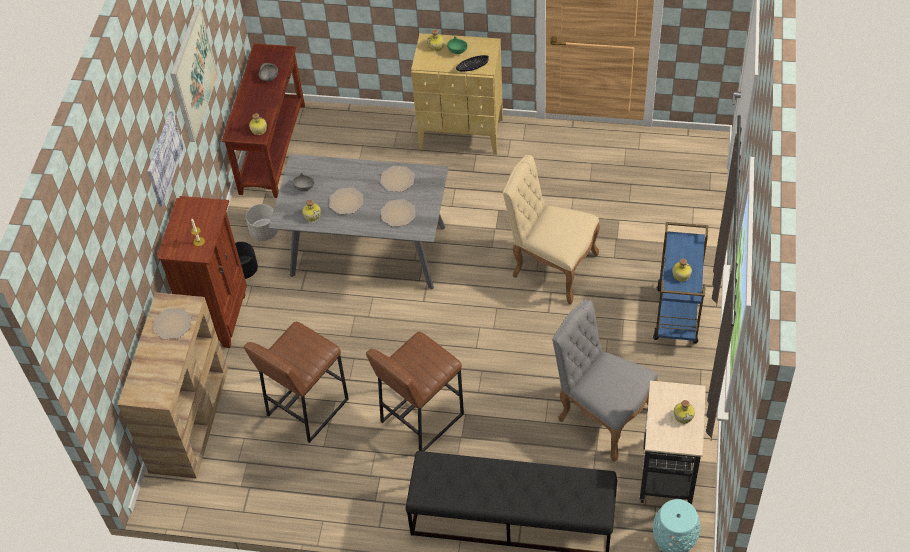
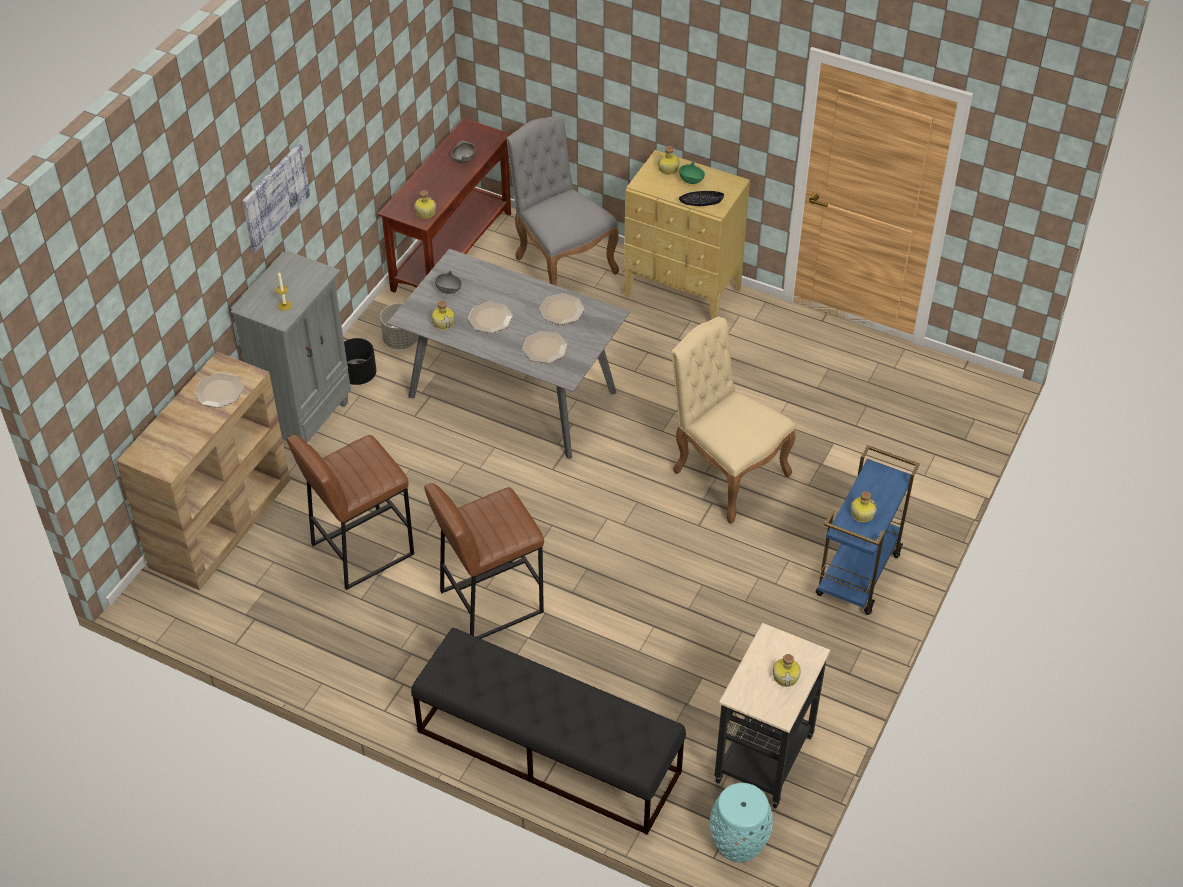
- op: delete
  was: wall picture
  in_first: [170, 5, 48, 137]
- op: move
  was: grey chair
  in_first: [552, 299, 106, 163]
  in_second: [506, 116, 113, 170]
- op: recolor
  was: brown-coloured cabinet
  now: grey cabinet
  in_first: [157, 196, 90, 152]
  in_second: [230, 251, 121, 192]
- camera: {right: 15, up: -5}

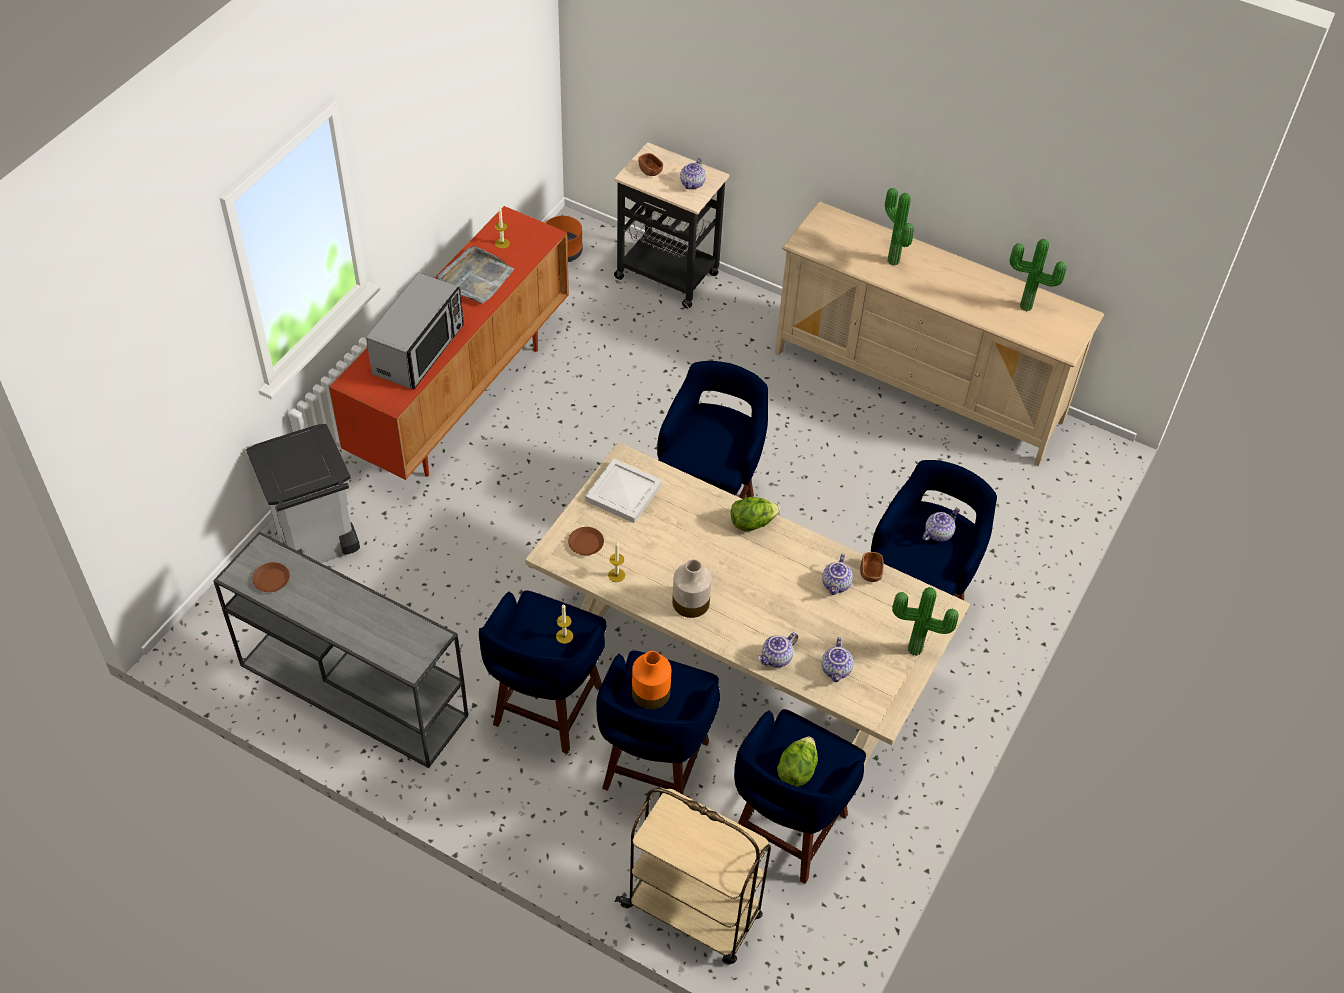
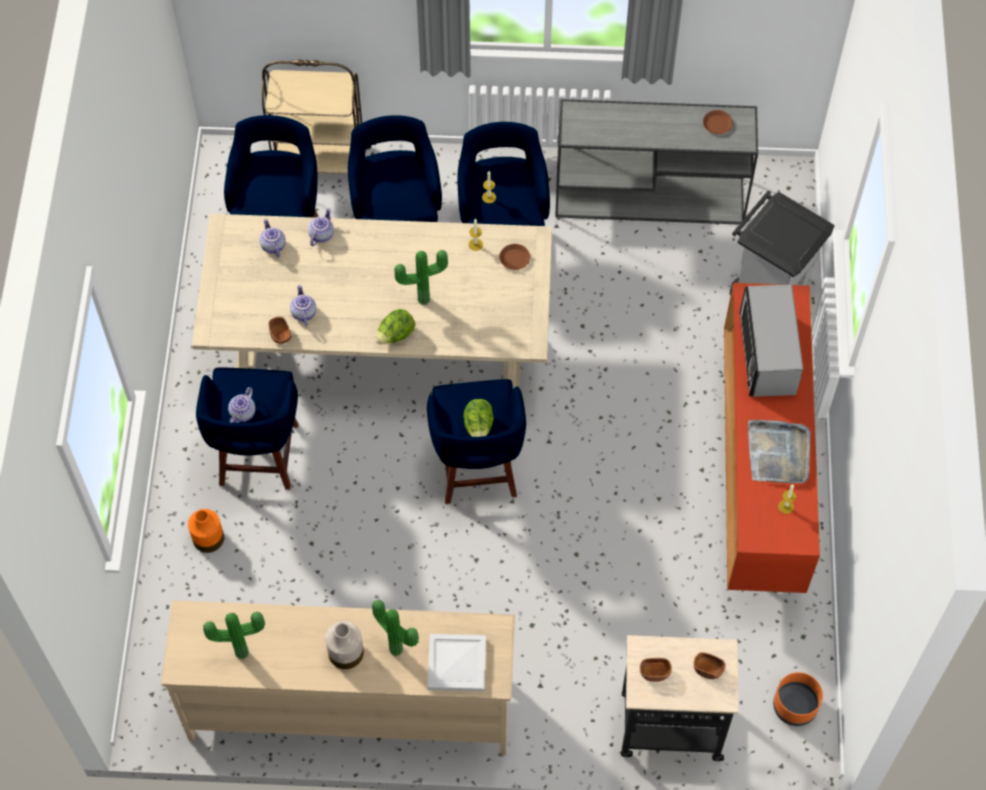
- op: move
  was: whitish serving tray
  in_first: [585, 458, 77, 65]
  in_second: [427, 634, 59, 58]
- op: move
  was: orangey decorative vase
  in_first: [632, 651, 39, 58]
  in_second: [188, 509, 36, 44]
- op: move
  was: beige decorative vase
  in_first: [672, 559, 40, 59]
  in_second: [325, 621, 39, 48]
- op: move
  was: lettuce head
  in_first: [777, 737, 41, 50]
  in_second: [463, 399, 31, 38]
- op: move
  was: potted plant
  in_first: [892, 587, 67, 69]
  in_second: [395, 250, 53, 55]
- op: replace
  was: pot for tea
  now: brown-coloured serving bowl
  in_first: [680, 158, 26, 31]
  in_second: [640, 658, 32, 24]
- camera: {right: 155, up: 10}

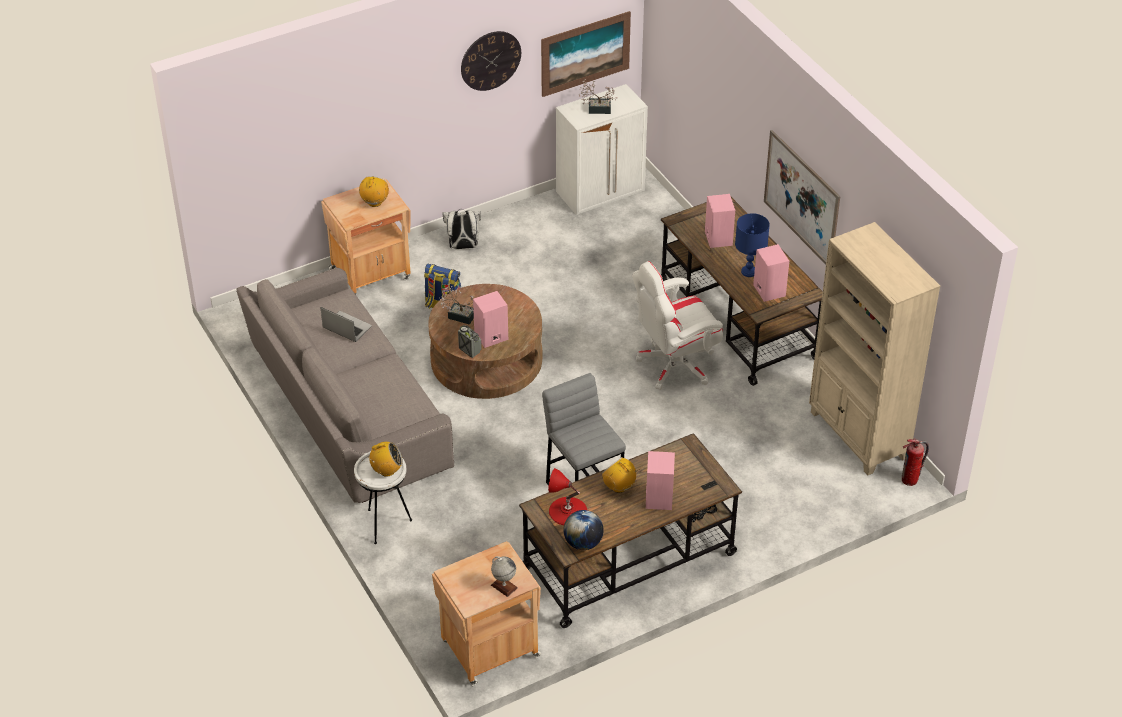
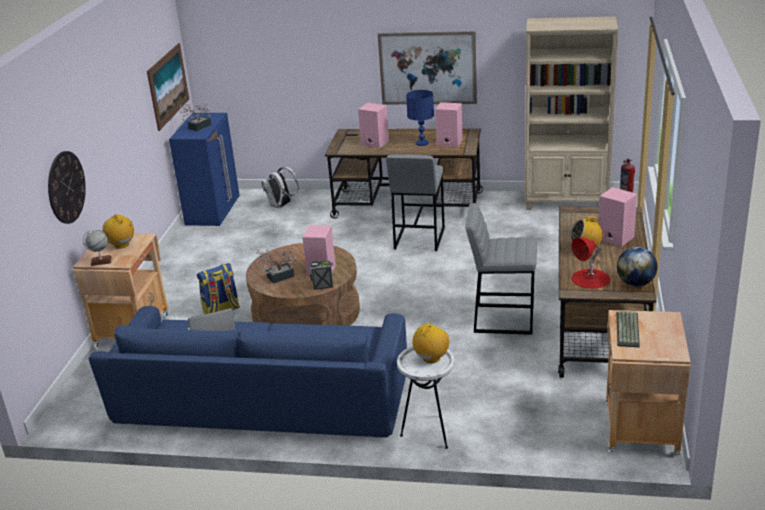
- op: insert
  now: PC keyboard
  in_second: [617, 311, 23, 36]
- op: move
  was: whitish backpack
  in_first: [442, 209, 39, 40]
  in_second: [261, 167, 38, 41]
- op: move
  was: clock on the wall
  in_first: [461, 31, 60, 60]
  in_second: [48, 151, 38, 73]
- op: move
  was: world globe
  in_first: [491, 556, 27, 41]
  in_second: [83, 230, 29, 36]
- op: replace
  was: whitish computer chair
  now: grey stool seat
  in_first: [632, 261, 91, 129]
  in_second: [386, 155, 59, 96]
- op: recolor
  was: grey settee
  now: blue-coloured settee
  in_first: [236, 268, 218, 235]
  in_second: [89, 306, 318, 131]
- op: recolor
  was: whitish cabinet
  now: blue-coloured cabinet
  in_first: [556, 84, 92, 131]
  in_second: [169, 113, 71, 113]
- camera: {right: -50, up: -15}

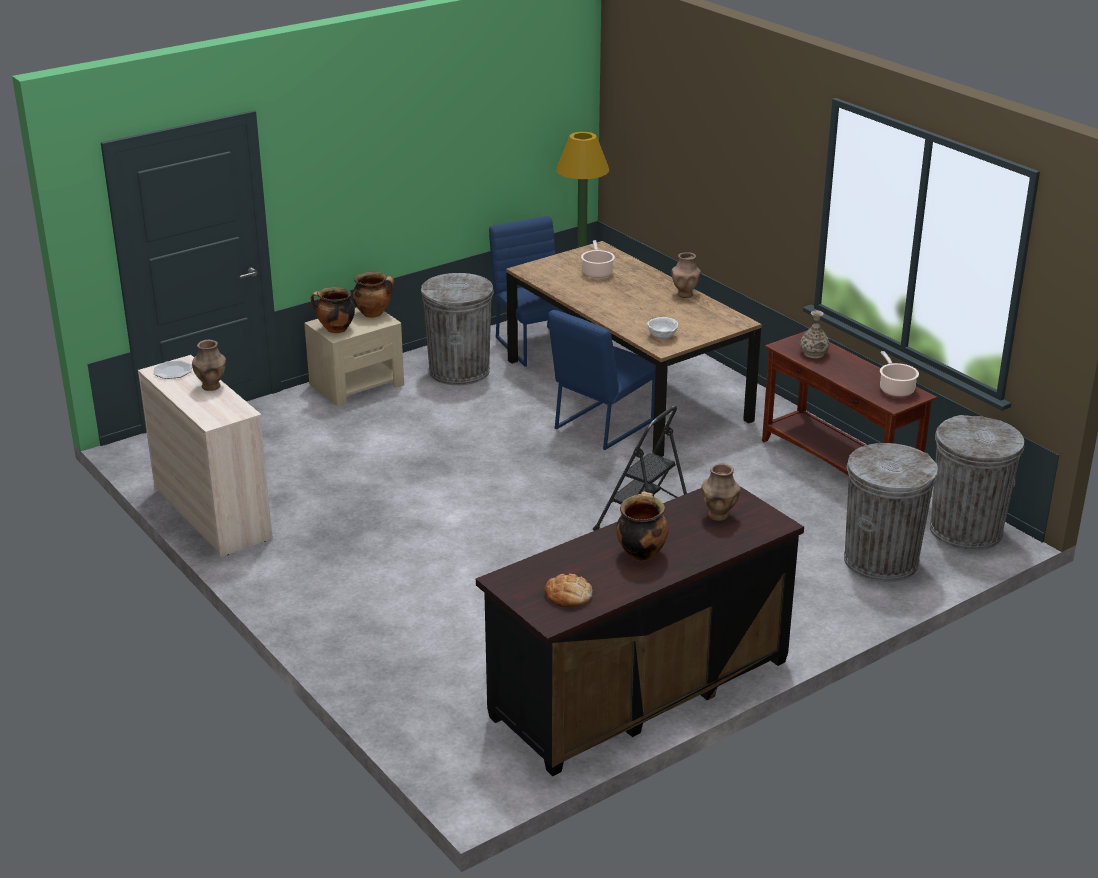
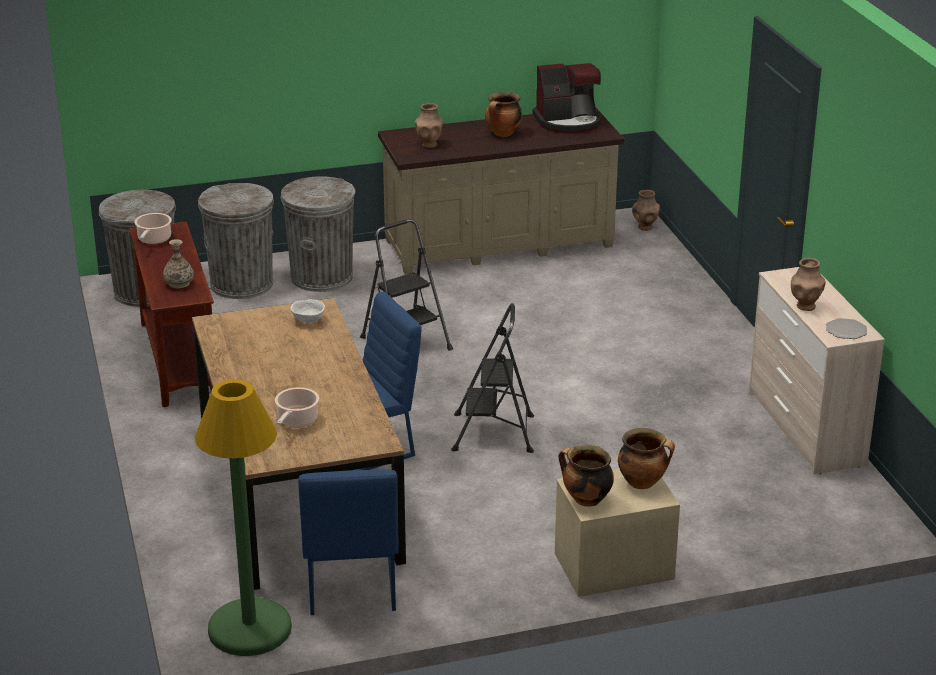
- op: insert
  now: blackish step ladder
  in_second: [451, 303, 83, 150]
- op: move
  was: grey waste bin
  in_first: [421, 273, 73, 112]
  in_second: [281, 176, 74, 116]
- op: move
  was: brown-coloured decorative vase
  in_first: [671, 252, 30, 46]
  in_second: [632, 190, 28, 41]
- op: replace
  was: bakery bread
  now: coffee maker
  in_first: [544, 574, 49, 33]
  in_second: [533, 63, 68, 70]
- op: recolor
  was: blackish cabinet
  now: beige cabinet
  in_first: [476, 486, 328, 290]
  in_second: [378, 107, 246, 167]
- camera: {right: -160, up: 0}

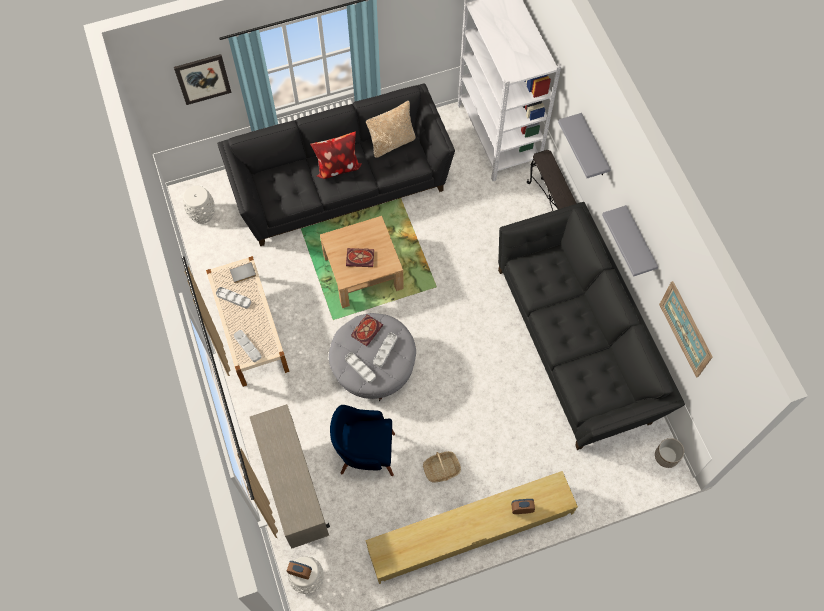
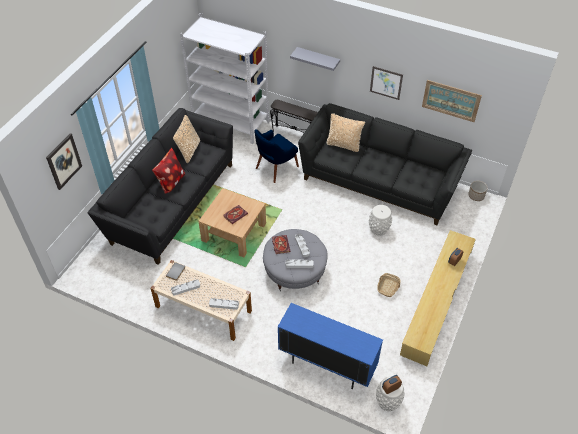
- op: insert
  now: beige throw pillow
  in_second: [327, 114, 38, 38]
- op: move
  was: whitish stool seat
  in_first: [183, 186, 32, 38]
  in_second: [369, 205, 23, 31]
- op: move
  was: blue-coloured easy chair
  in_first: [330, 405, 65, 71]
  in_second: [255, 129, 44, 54]
- op: replace
  was: grey wall shelf
  now: wall picture
  in_first: [602, 205, 56, 72]
  in_second: [370, 66, 33, 34]
- op: recolor
  was: beige cabinet
  now: blue-coloured cabinet
  in_first: [250, 404, 80, 145]
  in_second: [278, 303, 105, 86]
- camera: {right: -45, up: -15}

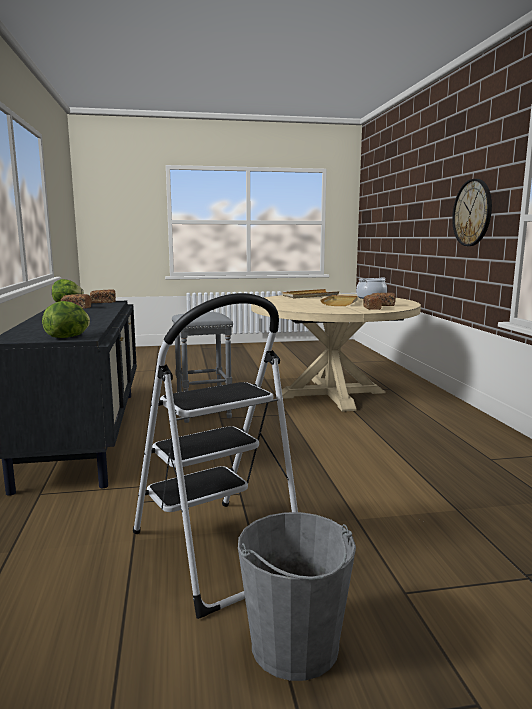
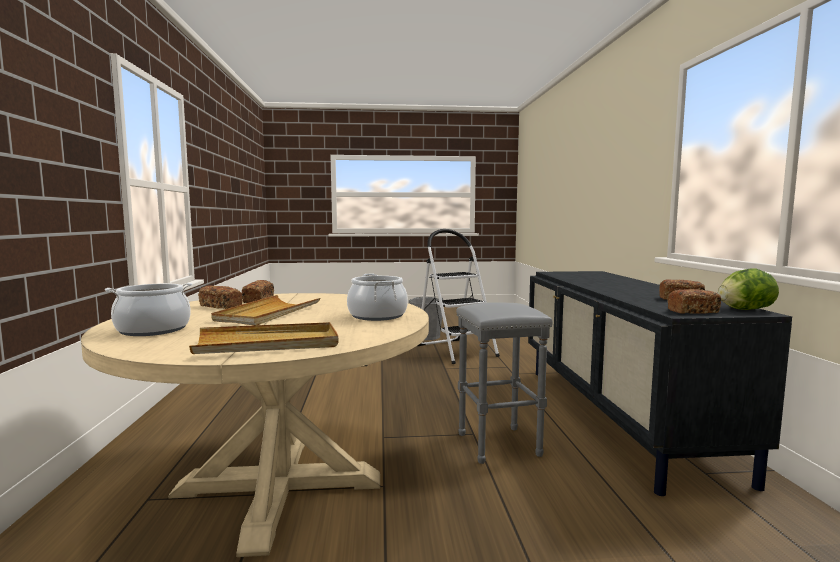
- op: delete
  was: lettuce head
  in_first: [42, 301, 48, 37]
- op: delete
  was: clock on the wall
  in_first: [452, 179, 40, 67]
- op: insert
  now: saucepot
  in_second: [347, 274, 61, 47]
- camera: {right: -175, up: -5}

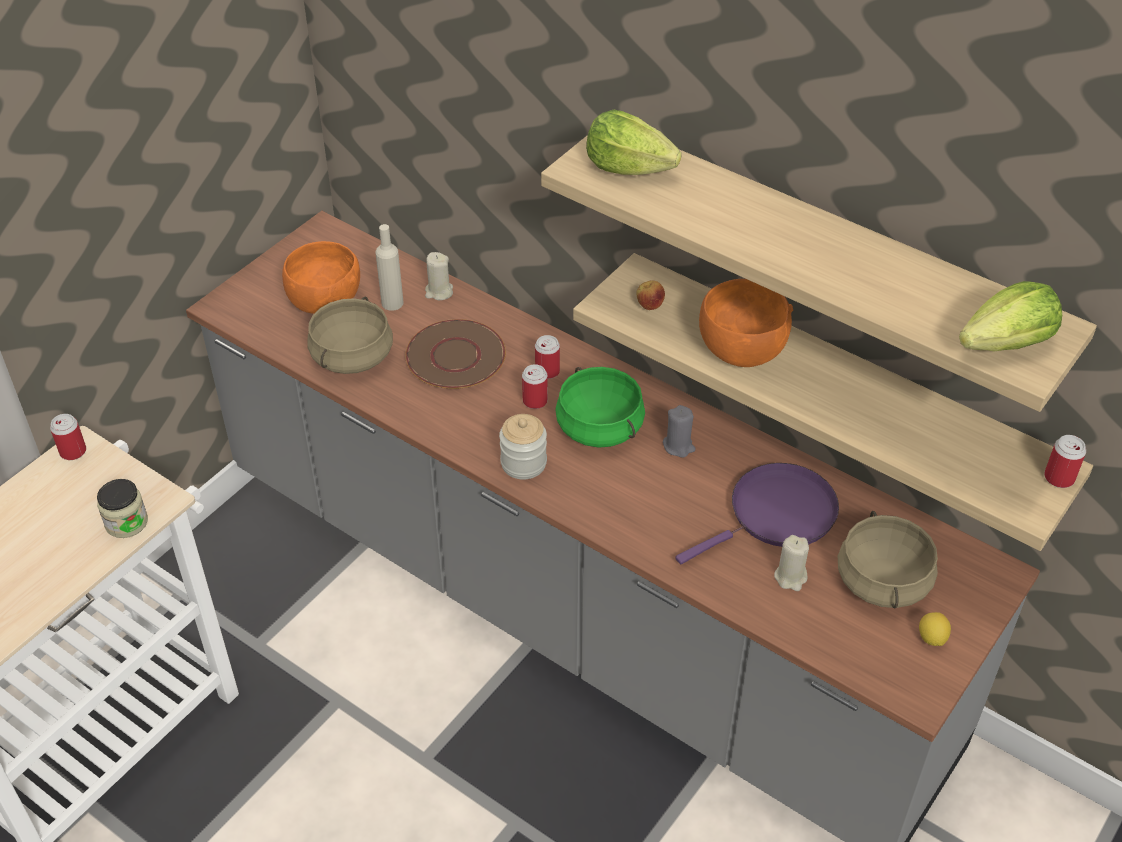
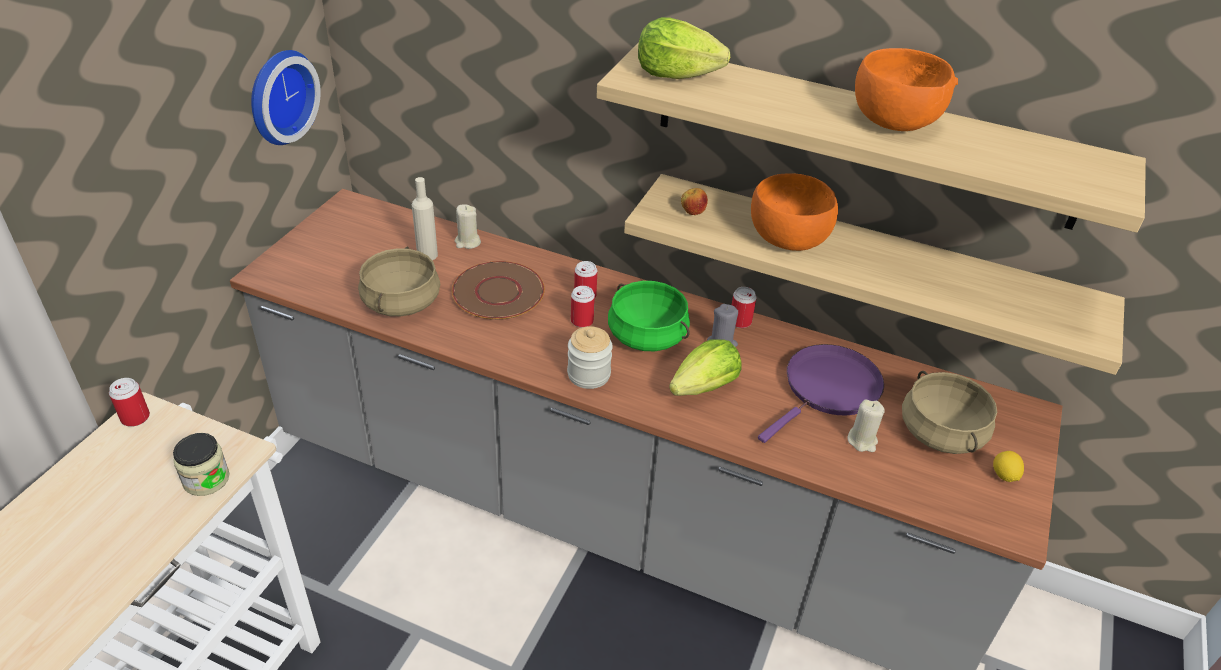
- op: insert
  now: clock on the wall
  in_second: [251, 50, 70, 95]
- op: move
  was: orangey serving bowl
  in_first: [282, 241, 78, 73]
  in_second: [855, 48, 103, 83]
- op: move
  was: lettuce head
  in_first: [959, 281, 103, 71]
  in_second: [669, 339, 73, 57]
- op: move
  was: can
  in_first: [1044, 435, 42, 53]
  in_second: [732, 287, 24, 41]
- camera: {right: -15, up: -5}

